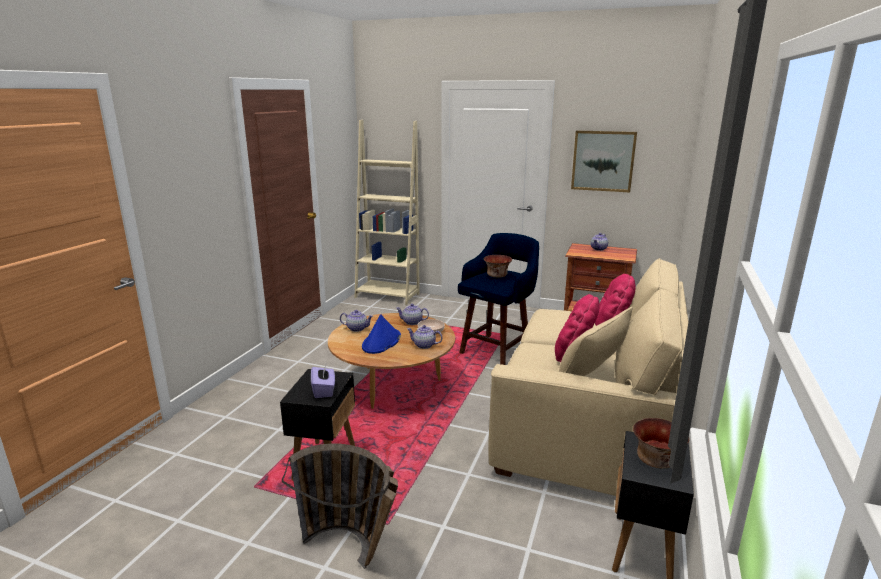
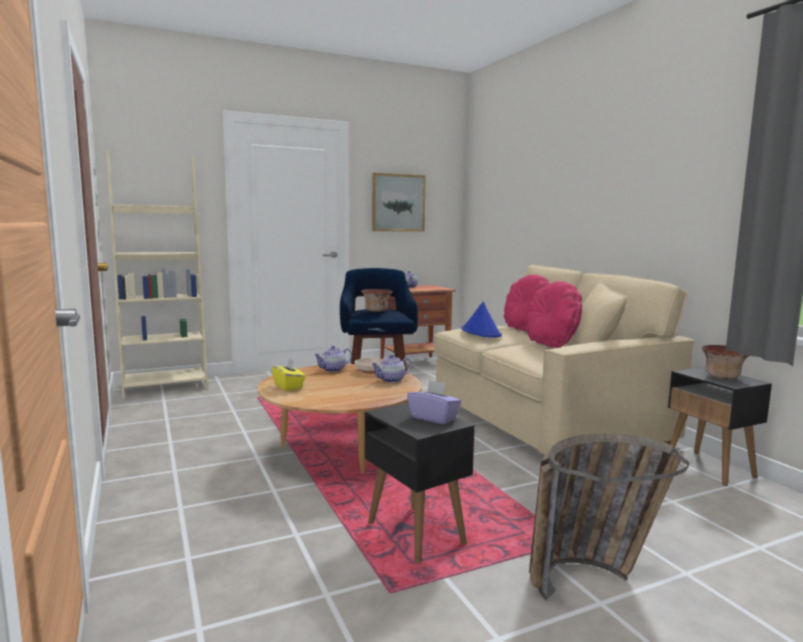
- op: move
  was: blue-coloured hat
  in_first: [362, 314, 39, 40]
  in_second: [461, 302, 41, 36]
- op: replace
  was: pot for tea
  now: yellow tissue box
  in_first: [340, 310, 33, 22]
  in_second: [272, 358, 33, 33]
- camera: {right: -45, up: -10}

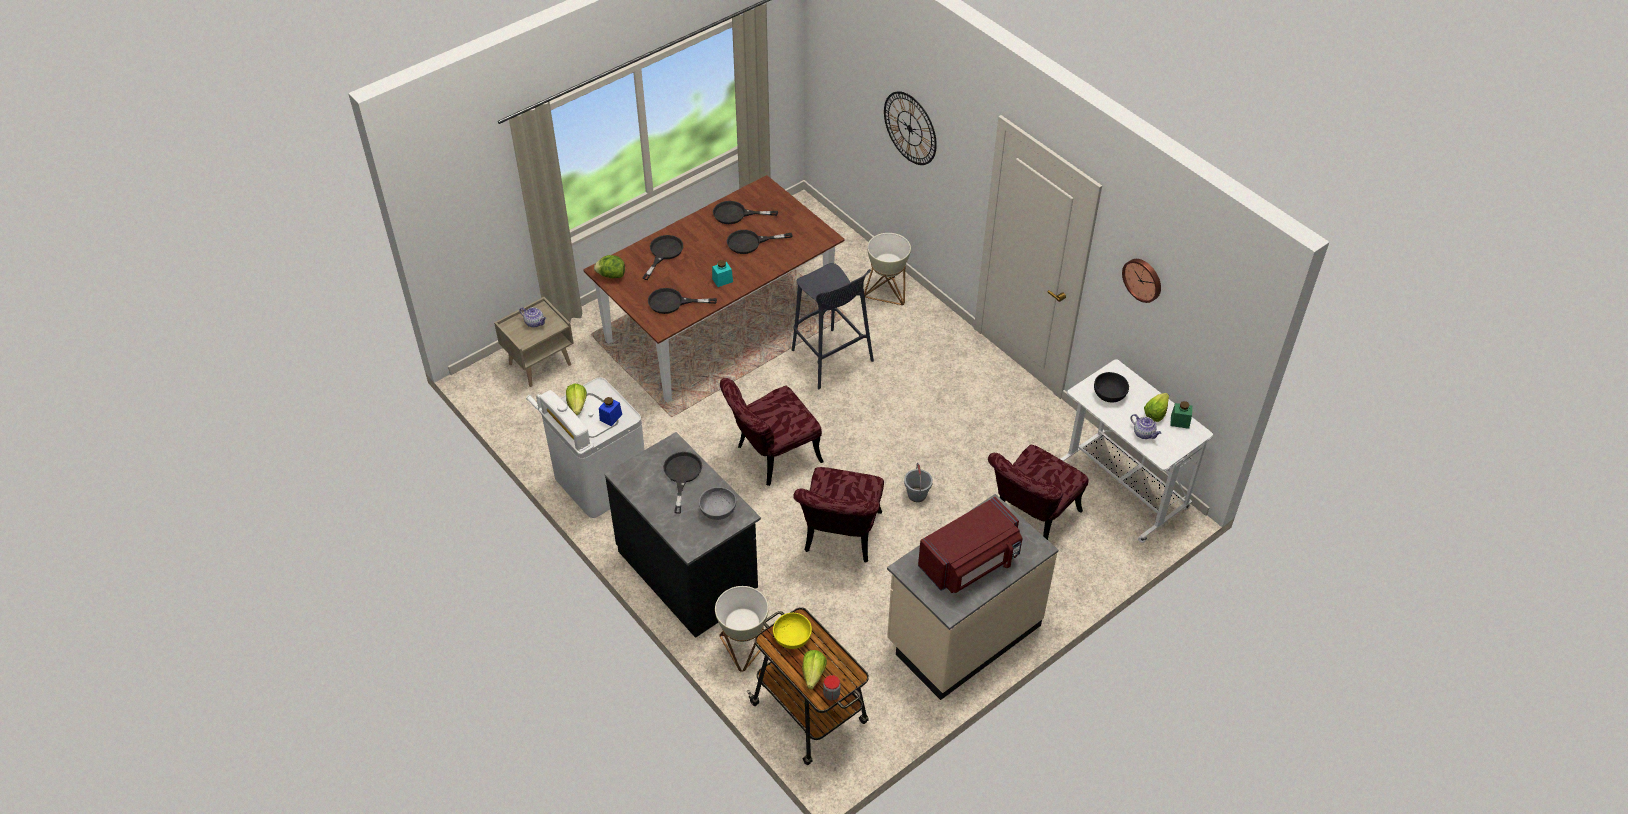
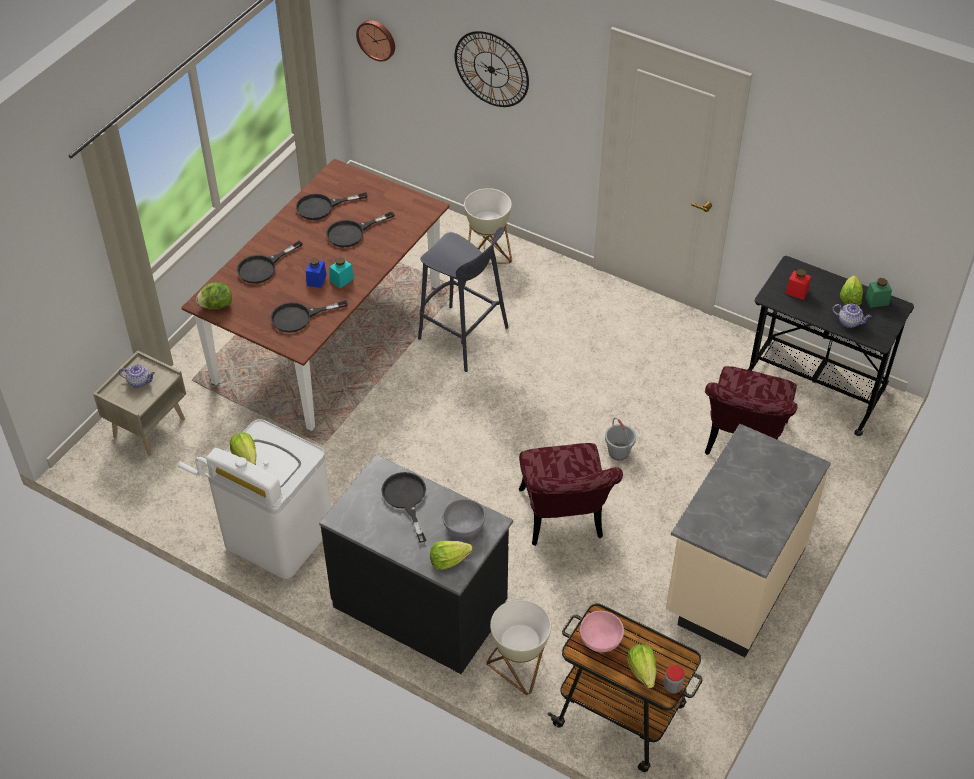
- op: delete
  was: red-coloured chair
  in_first: [720, 378, 103, 108]
- op: delete
  was: red-coloured kitchen microwave
  in_first: [918, 497, 104, 96]
- op: insert
  now: lettuce head
  in_second: [430, 541, 43, 29]
- op: move
  was: blue-coloured jar
  in_first: [599, 397, 23, 29]
  in_second: [306, 258, 21, 30]
- op: move
  was: clock on the wall
  in_first: [1122, 259, 39, 44]
  in_second: [356, 20, 39, 42]
- op: replace
  was: blackish serving bowl
  now: red-coloured jar
  in_first: [1094, 372, 35, 30]
  in_second: [785, 269, 26, 31]
- op: recolor
  was: yellow serving bowl
  now: pink serving bowl
  in_first: [773, 613, 39, 36]
  in_second: [580, 611, 44, 41]
- op: recolor
  was: whitish desk unit
  now: blackish desk unit
  in_first: [1061, 359, 152, 184]
  in_second: [748, 256, 166, 180]
- op: rotate
  was: blackish pan
  in_first: [642, 235, 41, 45]
  in_second: [237, 241, 66, 43]
  clockwise: -135
- camera: {right: -20, up: 0}

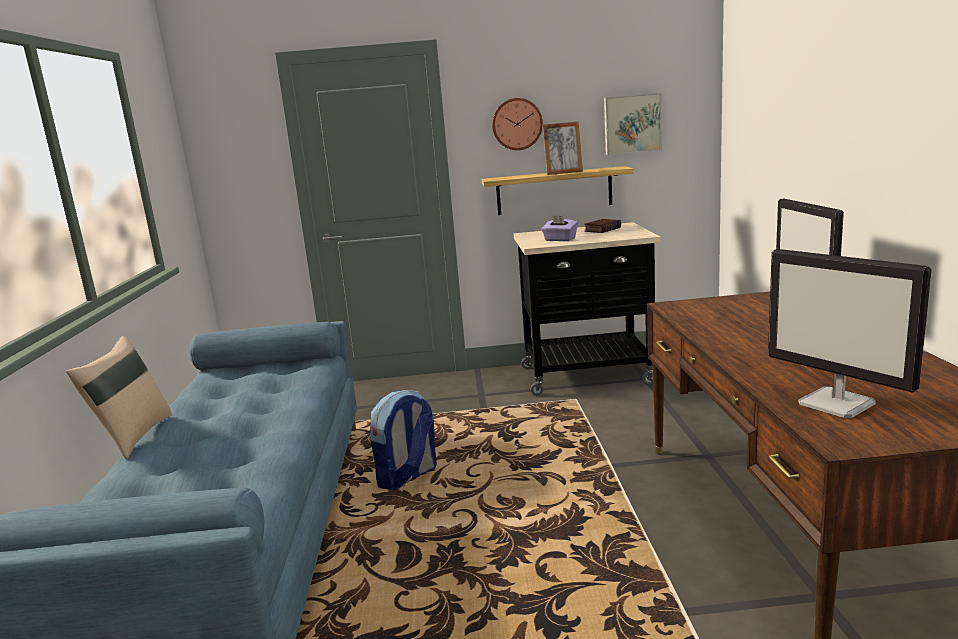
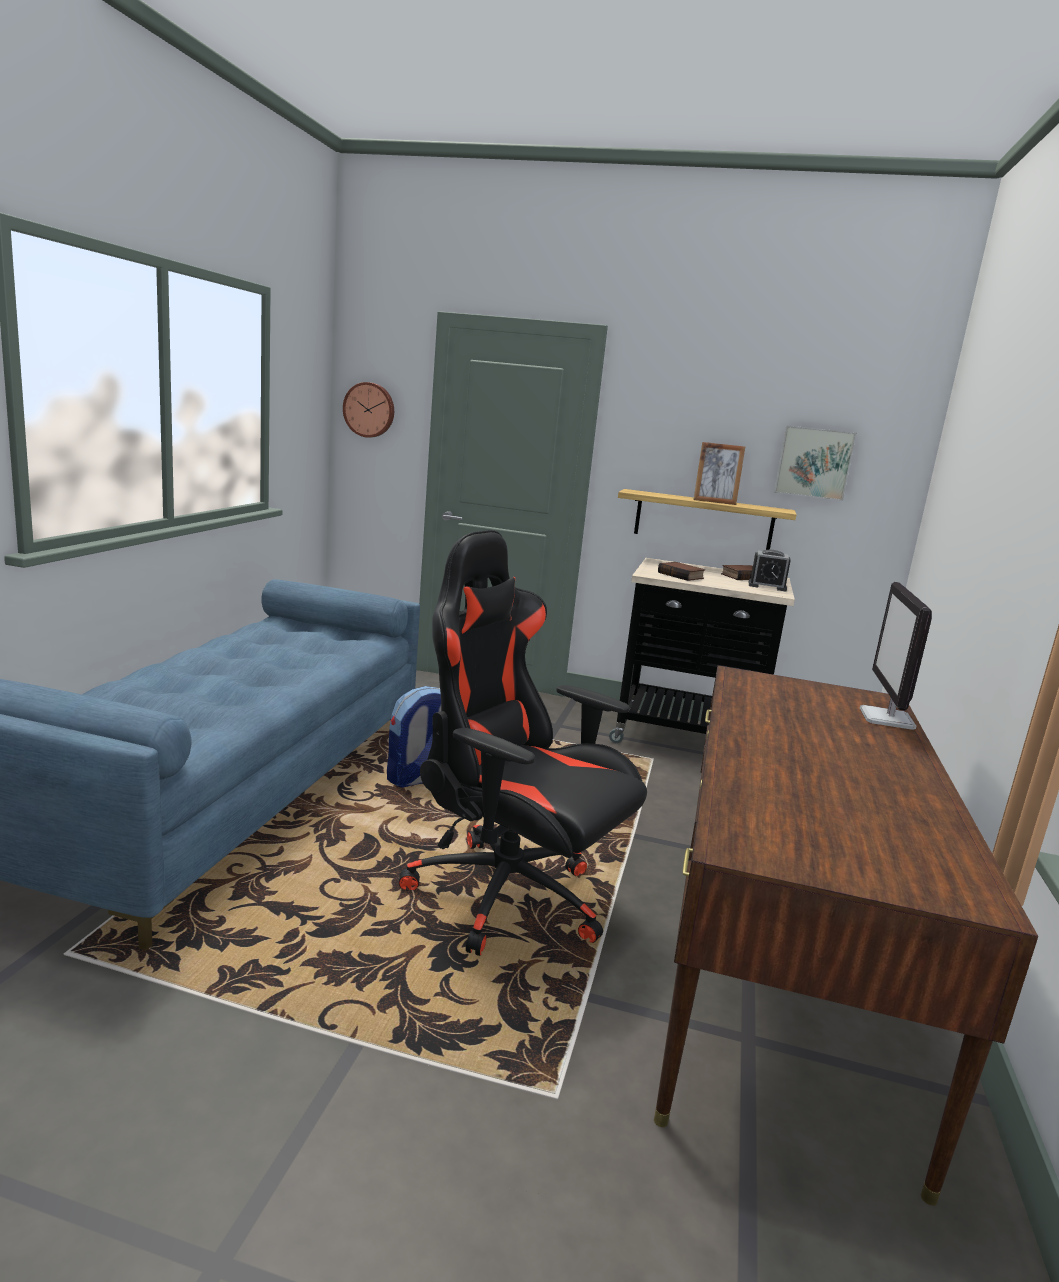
- op: delete
  was: beige throw pillow
  in_first: [66, 336, 106, 123]
- op: delete
  was: monitor
  in_first: [768, 249, 164, 169]
- op: insert
  now: blackish computer chair
  in_second: [399, 530, 248, 426]
- op: insert
  now: bedside clock
  in_second: [749, 550, 42, 41]
- op: move
  was: clock on the wall
  in_first: [492, 98, 51, 52]
  in_second: [343, 382, 51, 56]
- op: replace
  was: purple-coloured tissue box
  now: bound book
  in_first: [541, 215, 37, 26]
  in_second: [658, 562, 47, 19]
- camera: {right: 15, up: 0}

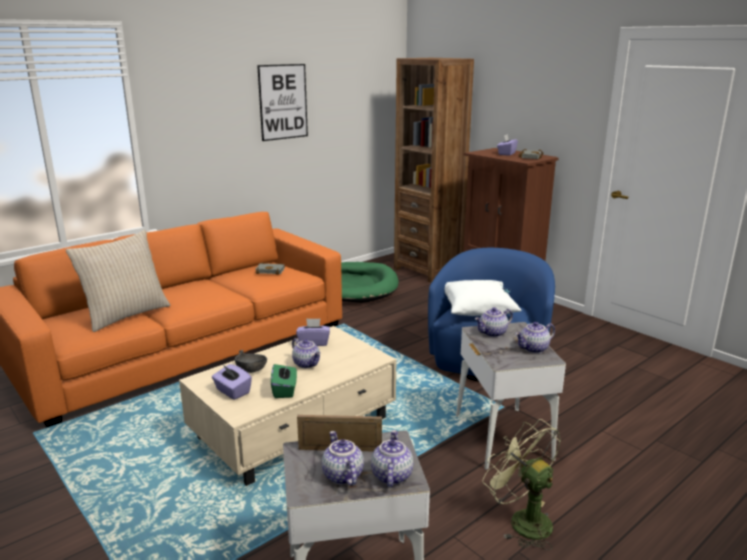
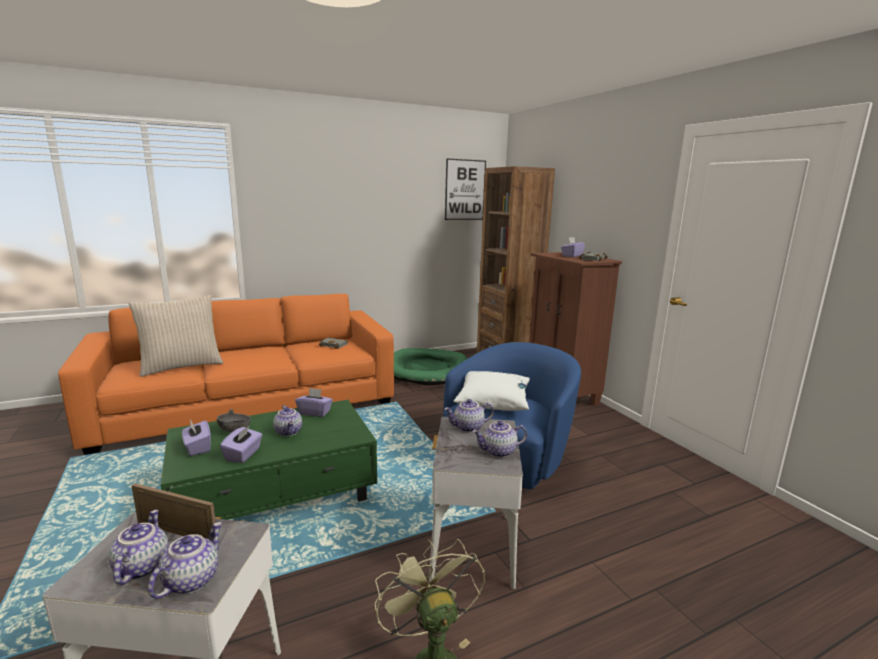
- op: move
  was: wall picture
  in_first: [257, 64, 51, 77]
  in_second: [445, 159, 41, 61]
- op: recolor
  was: beige lounge table
  now: green lounge table
  in_first: [179, 326, 217, 160]
  in_second: [160, 400, 217, 120]
- op: recolor
  was: green tissue box
  now: purple-coloured tissue box
  in_first: [271, 363, 26, 35]
  in_second: [220, 425, 42, 38]
- camera: {right: 15, up: -5}

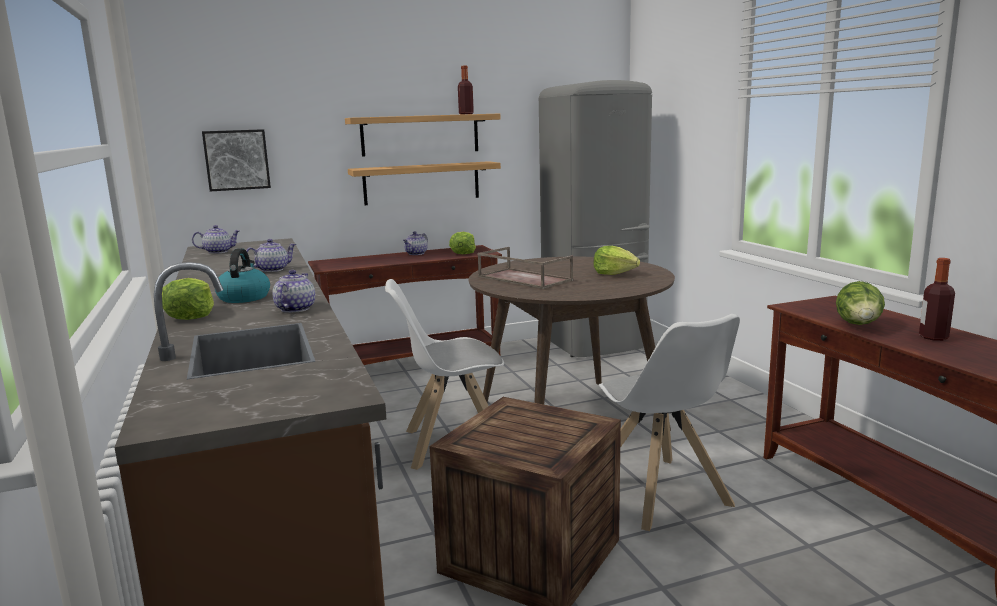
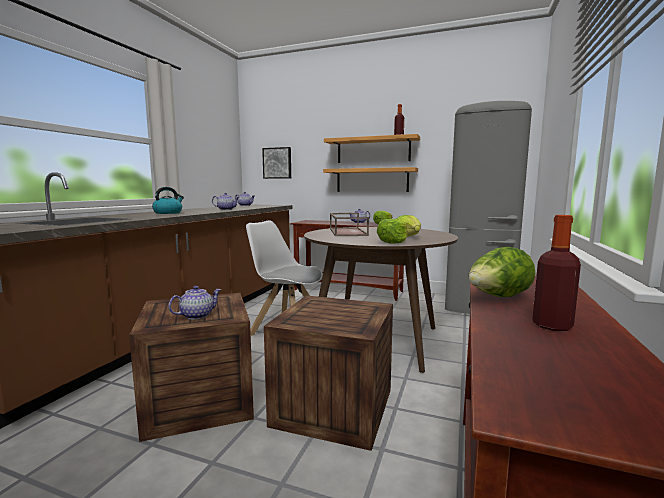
- op: move
  was: lettuce head
  in_first: [162, 278, 52, 42]
  in_second: [377, 219, 30, 25]
- op: move
  was: pot for tea
  in_first: [272, 270, 43, 43]
  in_second: [168, 286, 53, 34]
- op: replace
  was: chair
  now: crate
  in_first: [599, 314, 141, 217]
  in_second: [264, 295, 129, 156]
- camera: {right: 40, up: -5}

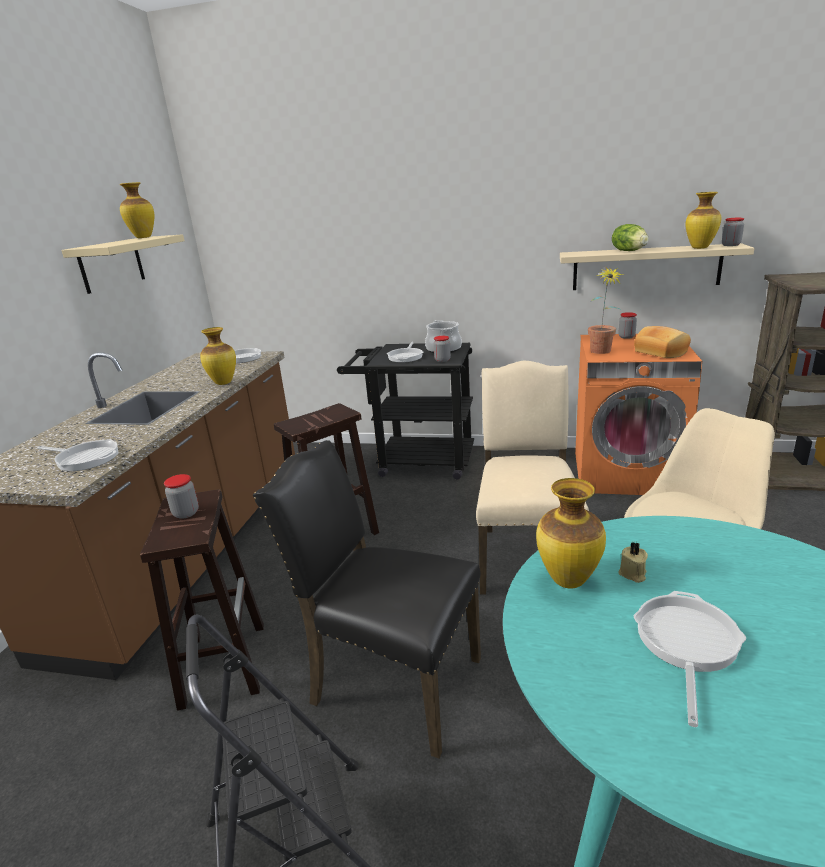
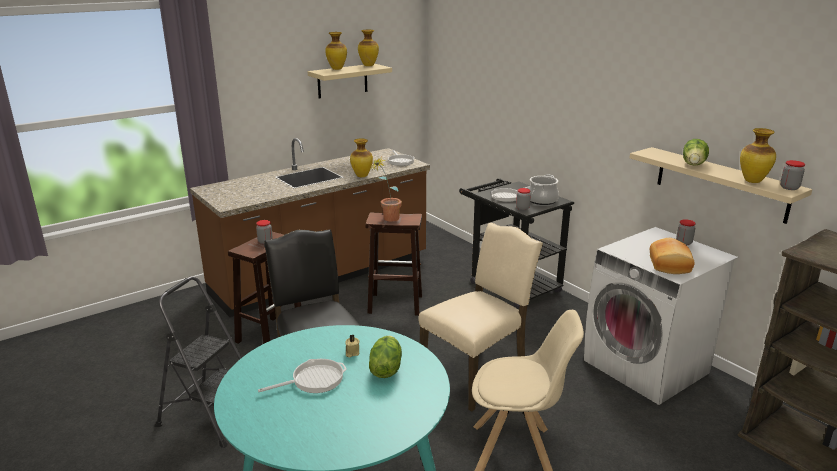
- op: delete
  was: pan
  in_first: [37, 439, 81, 32]
- op: insert
  now: lettuce head
  in_second: [369, 336, 33, 42]
- op: move
  was: decorative vase
  in_first: [536, 478, 70, 111]
  in_second: [325, 32, 22, 38]
- op: move
  was: potted plant
  in_first: [588, 266, 36, 88]
  in_second: [370, 157, 32, 64]
- op: recolor
  was: orangey washing machine
  now: whitish washing machine
  in_first: [575, 334, 127, 161]
  in_second: [584, 227, 154, 178]
- camera: {right: 40, up: 0}

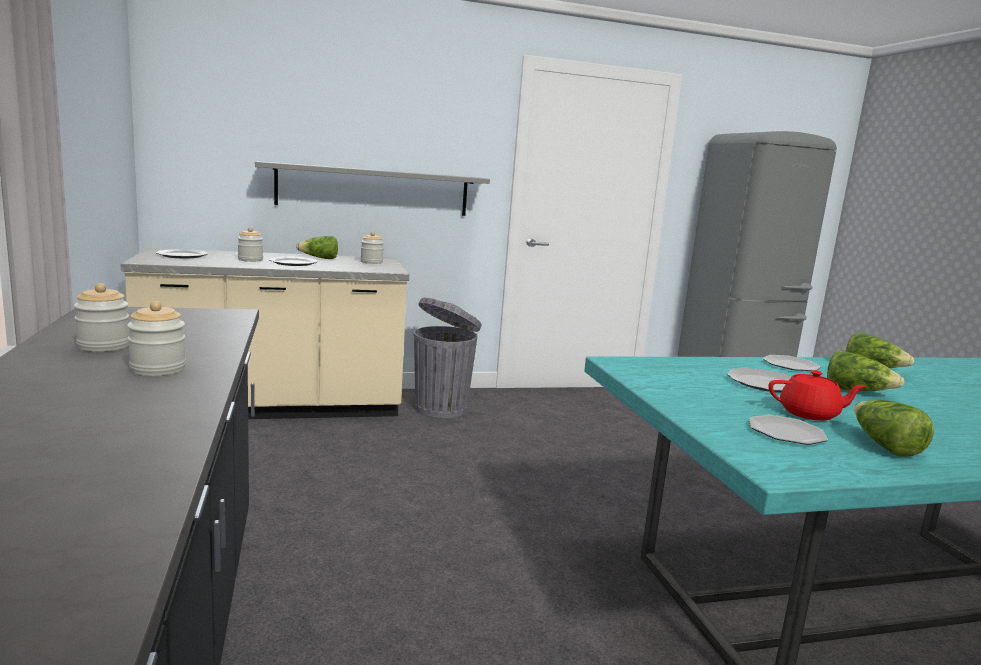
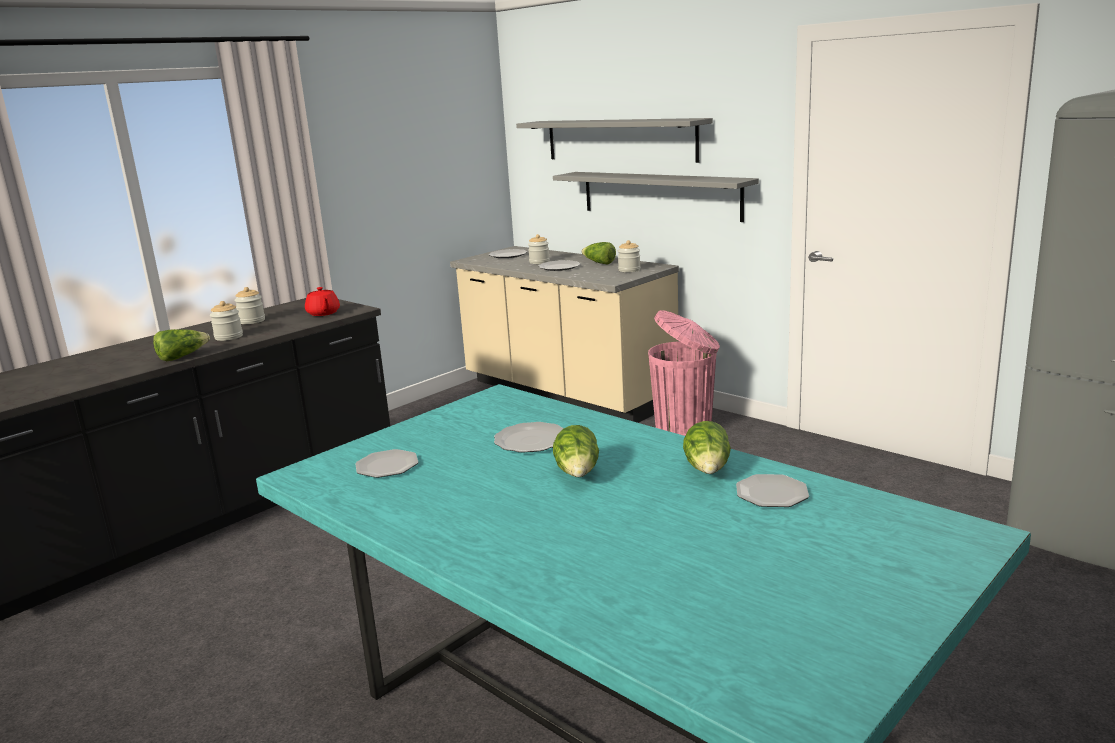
- op: insert
  now: grey wall shelf
  in_second: [516, 118, 197, 45]
- op: move
  was: dinner plate
  in_first: [763, 355, 58, 16]
  in_second: [736, 474, 73, 33]
- op: move
  was: red-coloured pot for tea
  in_first: [768, 370, 98, 51]
  in_second: [305, 287, 35, 29]
- op: move
  was: lettuce head
  in_first: [854, 400, 80, 57]
  in_second: [153, 329, 57, 32]
- op: recolor
  was: grey waste bin
  now: pink waste bin
  in_first: [414, 297, 68, 121]
  in_second: [648, 310, 72, 126]
- camera: {right: 60, up: 5}

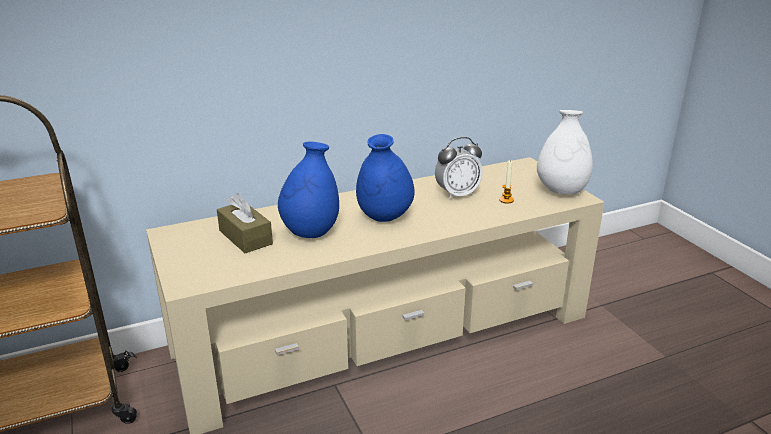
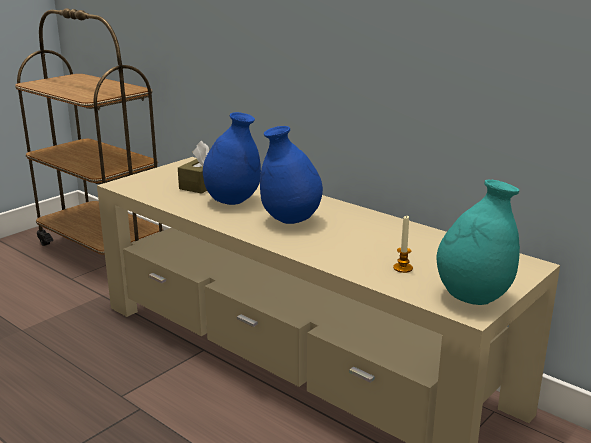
- op: delete
  was: bedside clock
  in_first: [435, 137, 48, 63]
- op: recolor
  was: whitish decorative vase
  now: turquoise decorative vase
  in_first: [537, 110, 56, 85]
  in_second: [436, 180, 84, 125]
- camera: {right: 65, up: -5}

